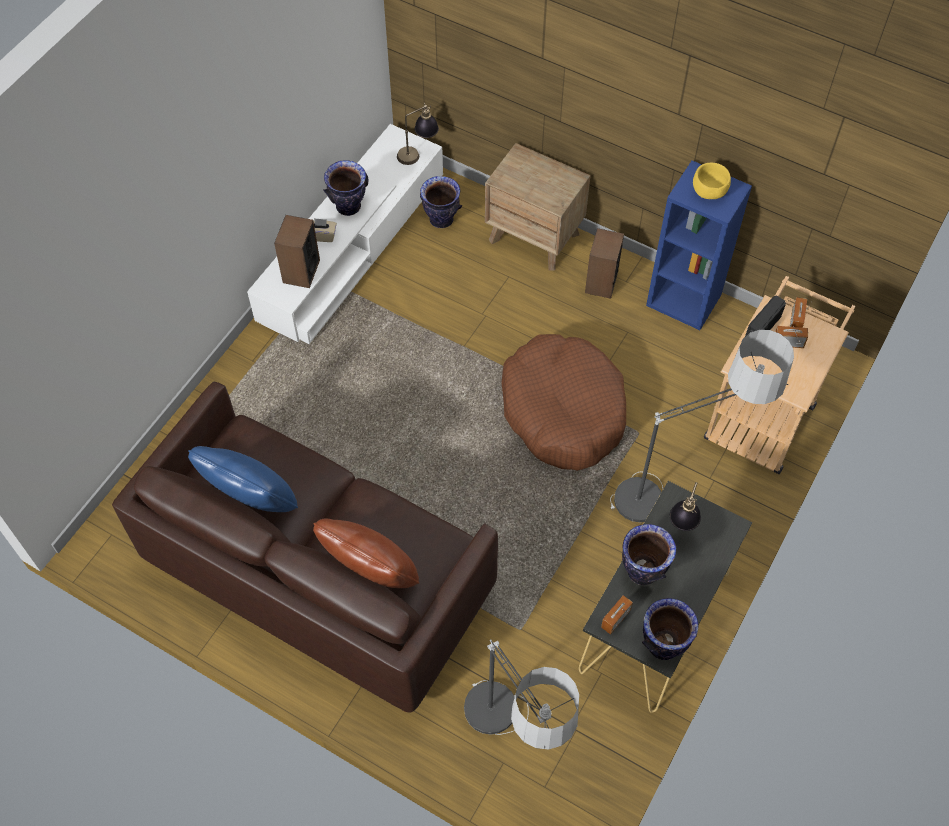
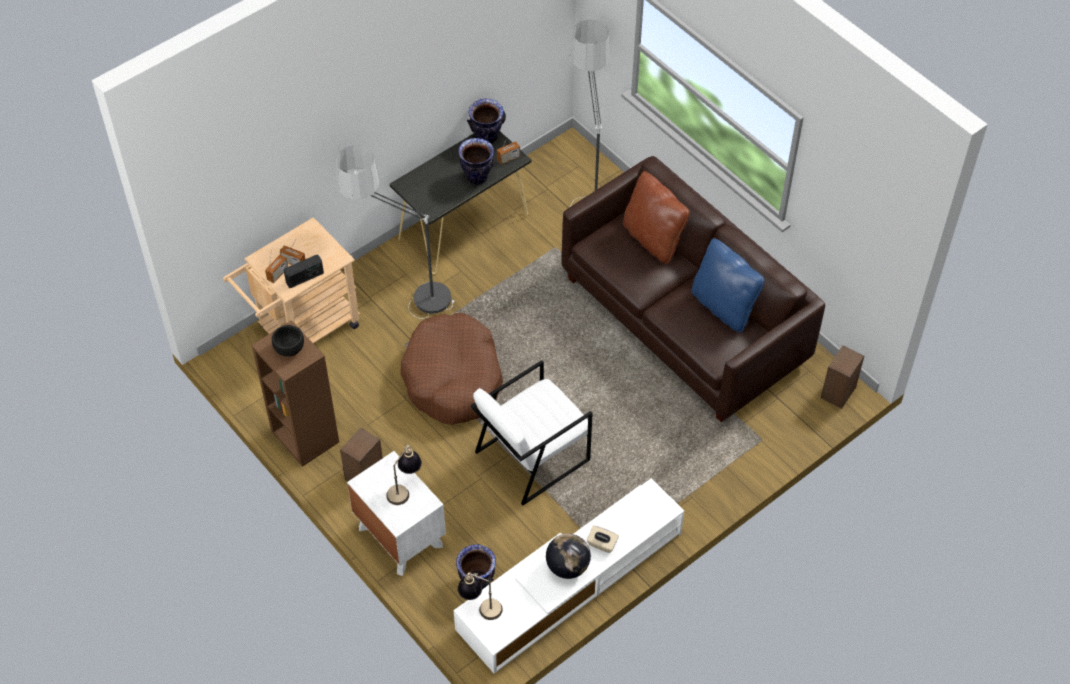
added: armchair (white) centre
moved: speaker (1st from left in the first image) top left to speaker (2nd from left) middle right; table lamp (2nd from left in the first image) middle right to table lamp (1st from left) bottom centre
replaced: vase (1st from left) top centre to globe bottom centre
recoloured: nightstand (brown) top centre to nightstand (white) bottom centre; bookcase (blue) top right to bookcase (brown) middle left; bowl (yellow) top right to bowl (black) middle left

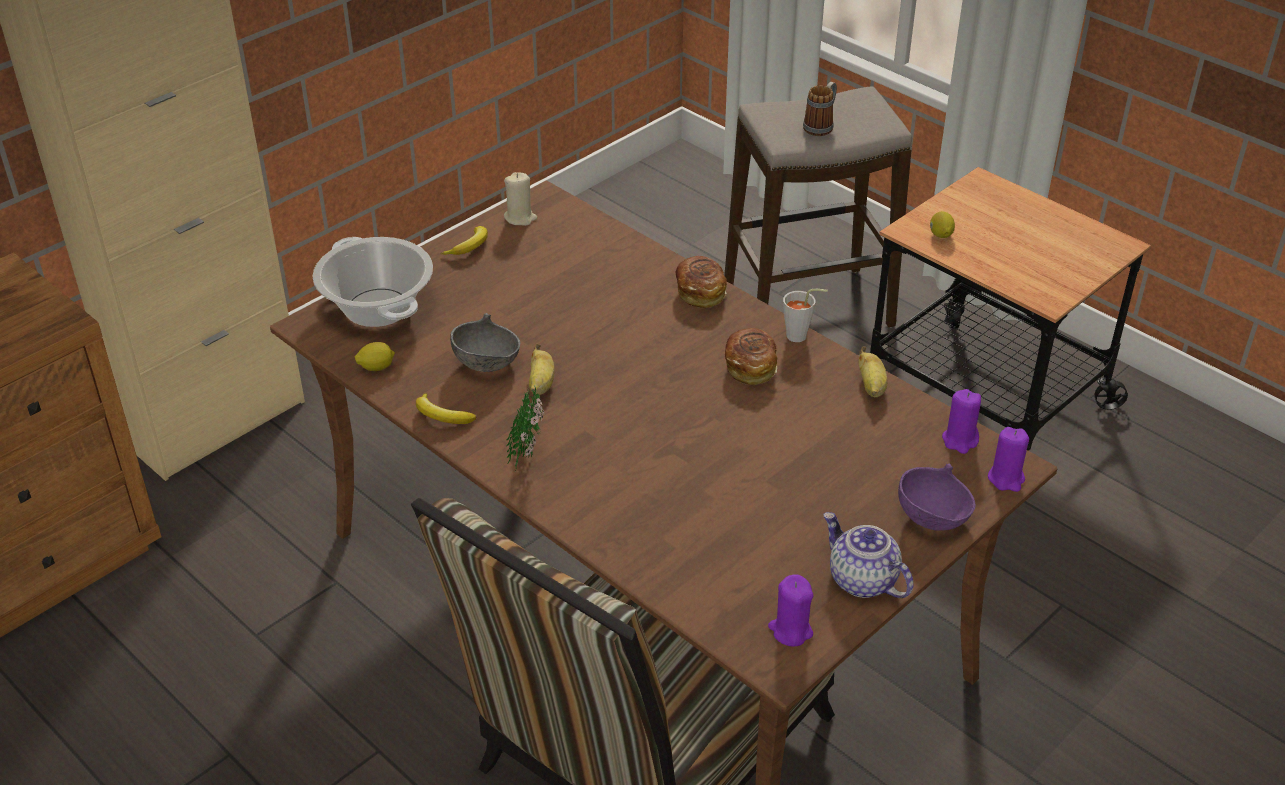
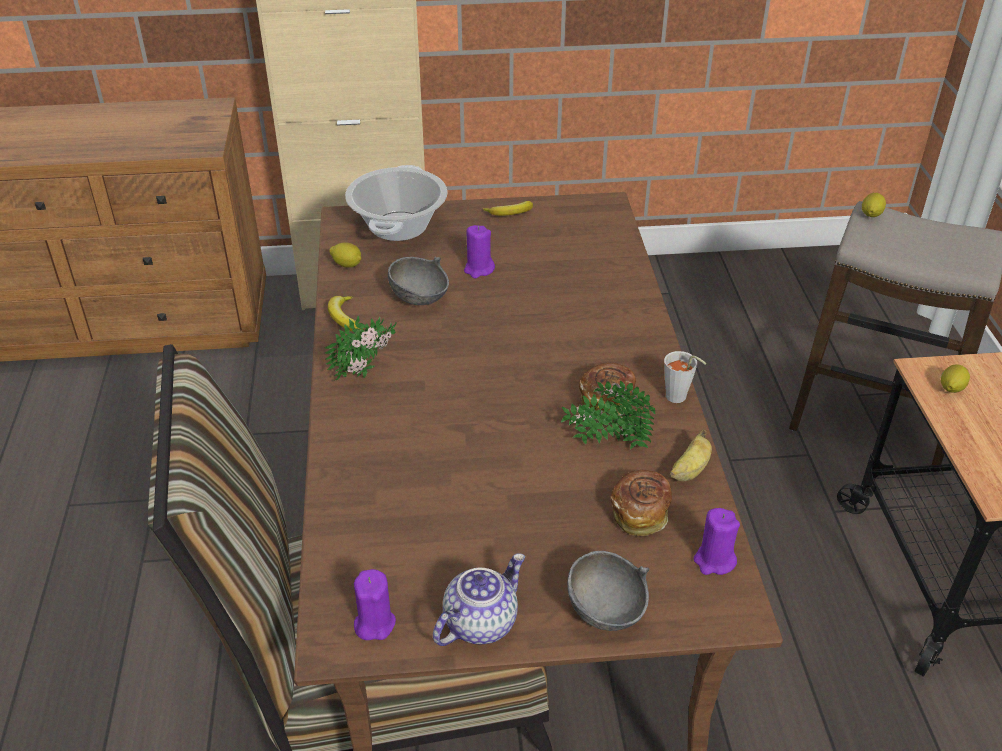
removed: candle (beige) top centre; banana (3rd from left) centre; mug top centre
added: potted plant (2nd from left) centre; lemon (2nd from left) top right
moved: bread (1st from left in the first image) centre to bread (2nd from left) bottom centre; candle (purple) (3rd from left in the first image) middle right to candle (purple) (2nd from left) centre
recoloured: bowl (purple) middle right to bowl (grey) (2nd from left) bottom centre
turned: teapot bottom right = bottom centre 45 degrees clockwise

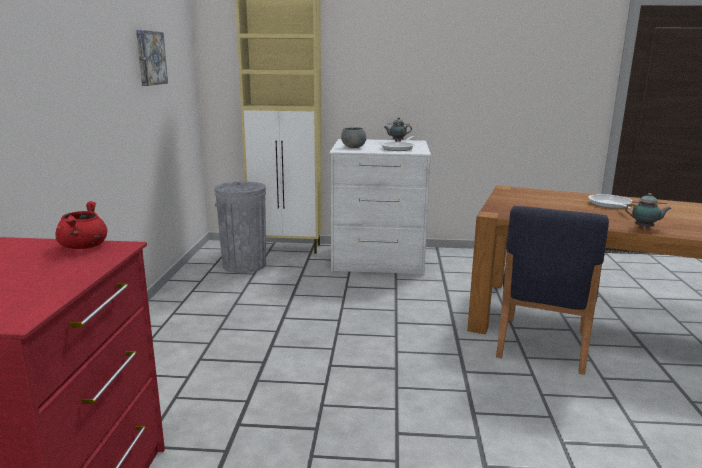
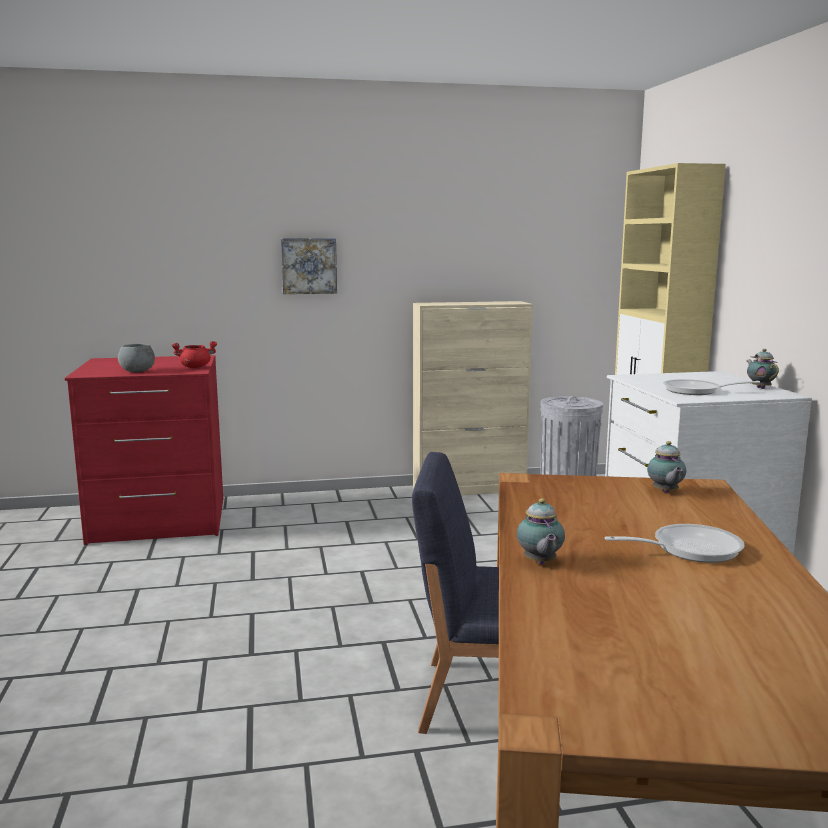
added: cabinet (beige) (1st from left) centre; teapot (2nd from left) middle right
moved: picture top left to top centre; bowl (grey) top centre to middle left

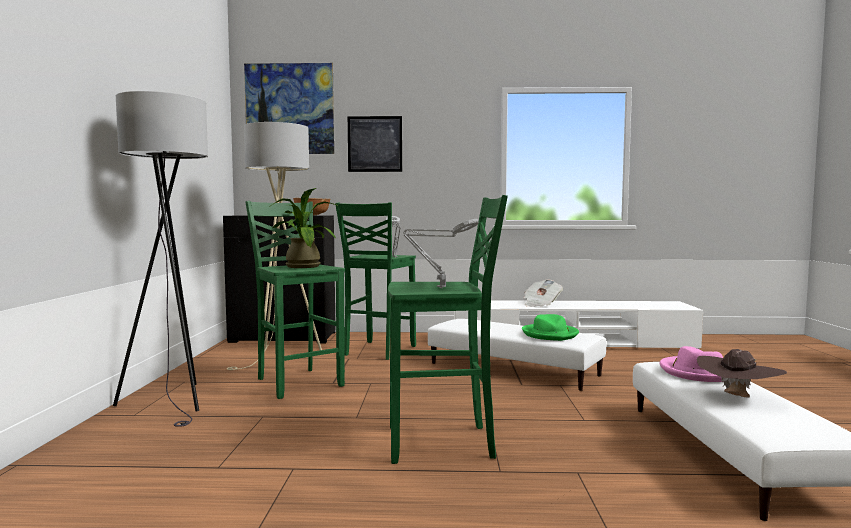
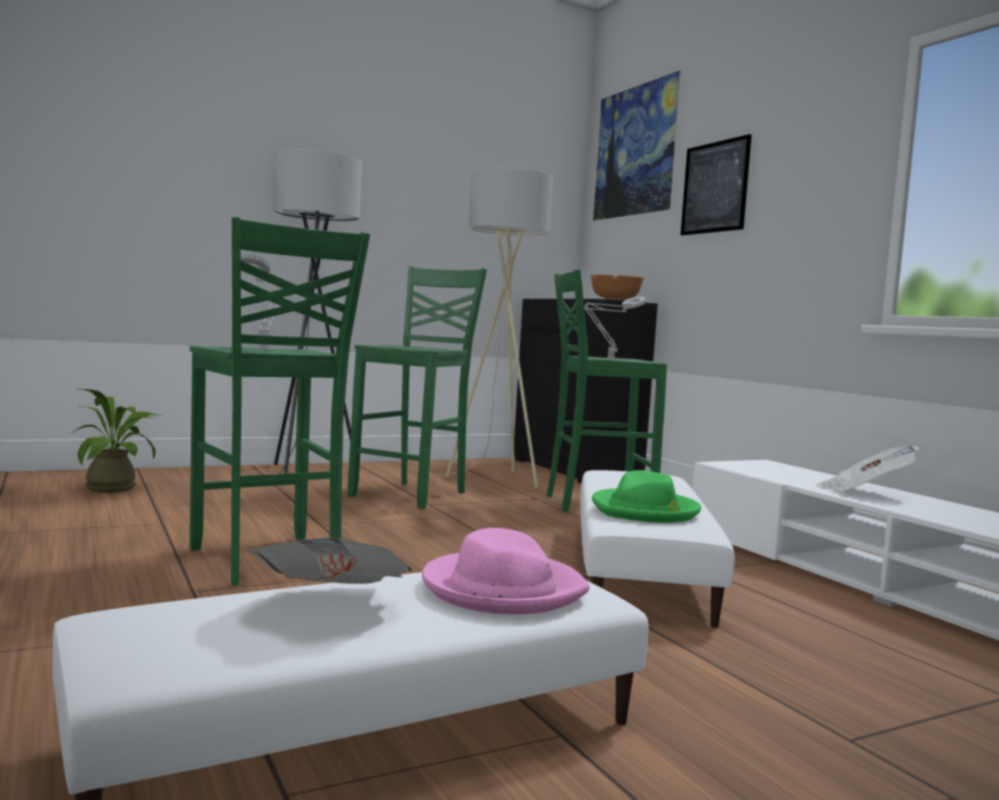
moved: potted plant centre to middle left
replaced: hat (brown) bottom right to newspaper (1st from left) bottom left

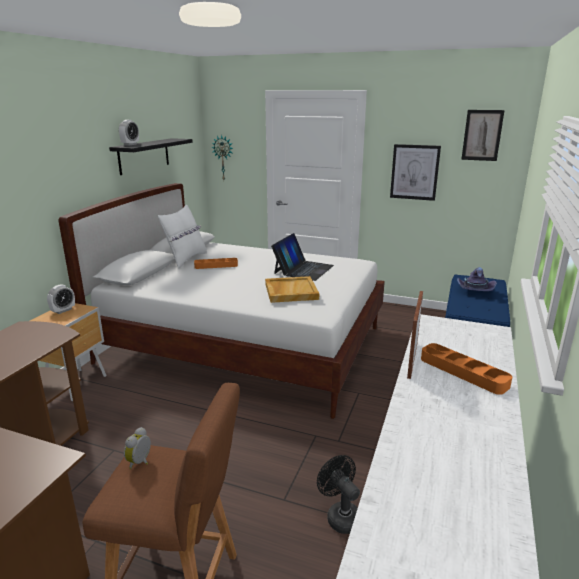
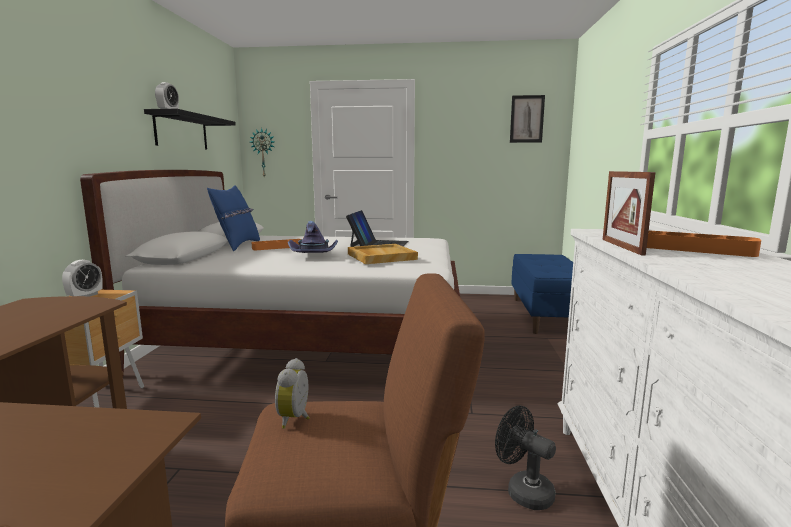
removed: picture (1st from left) top right
moved: hat (purple) middle right to centre
recoloured: pillow (white) middle left to pillow (blue) middle left

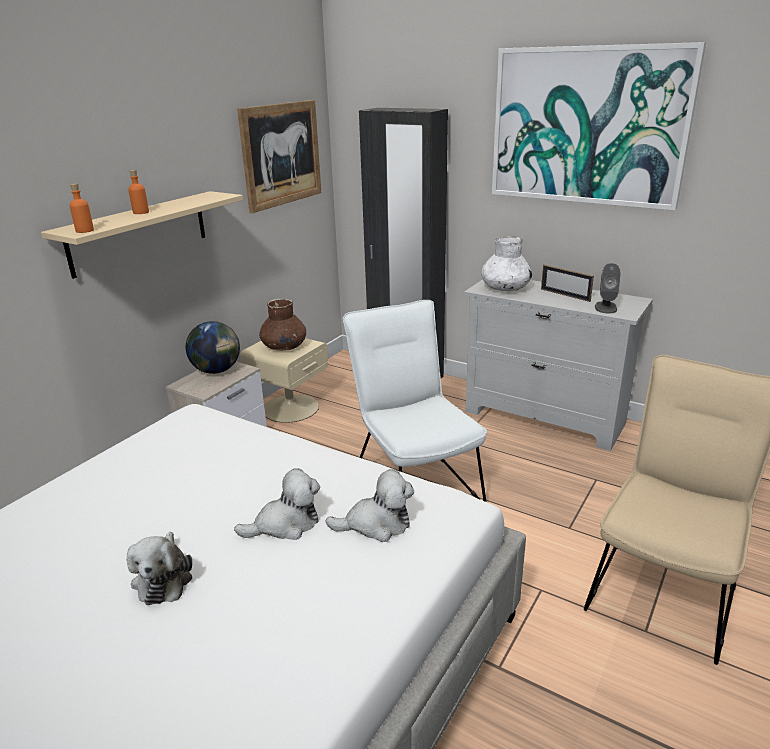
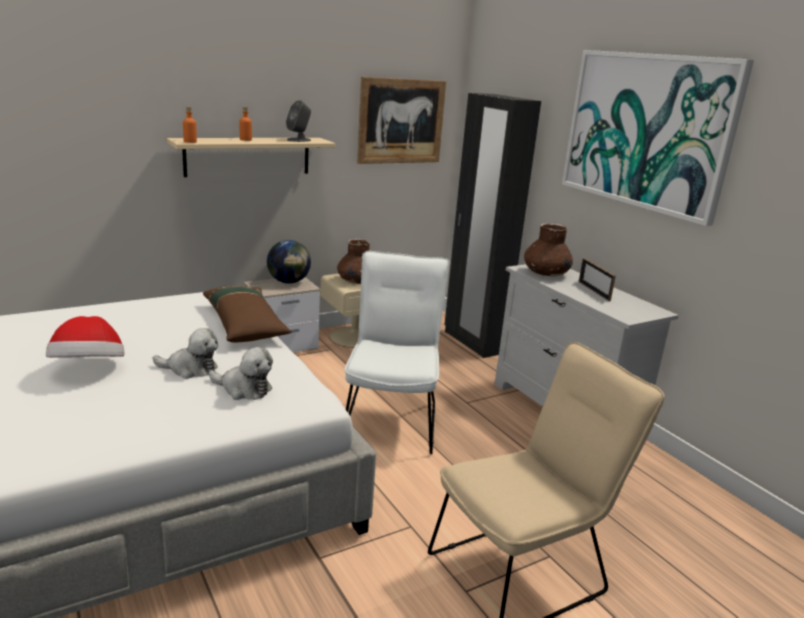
added: pillow (brown) middle left
moved: speaker (grey) middle right to top centre
replaced: plush toy (1st from left) bottom left to hat middle left
recoloured: vase (white) centre to vase (brown) (2nd from left) middle right

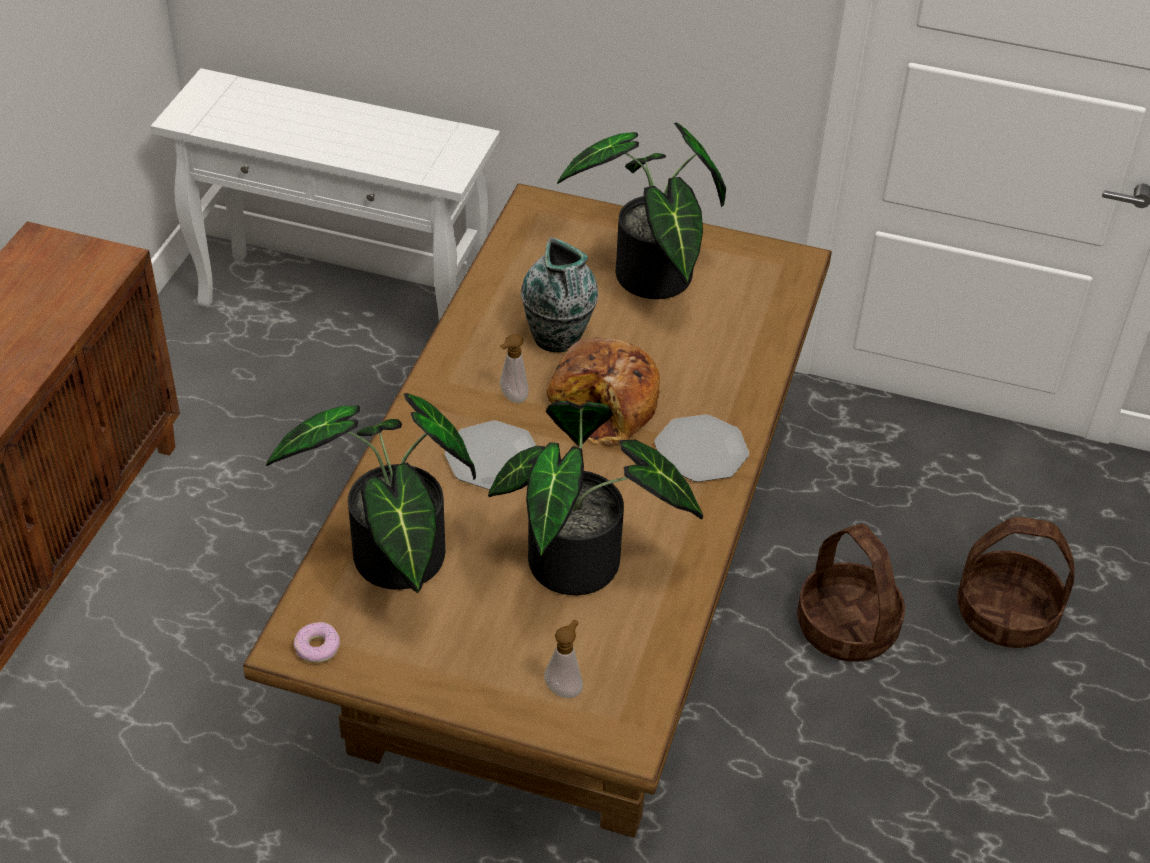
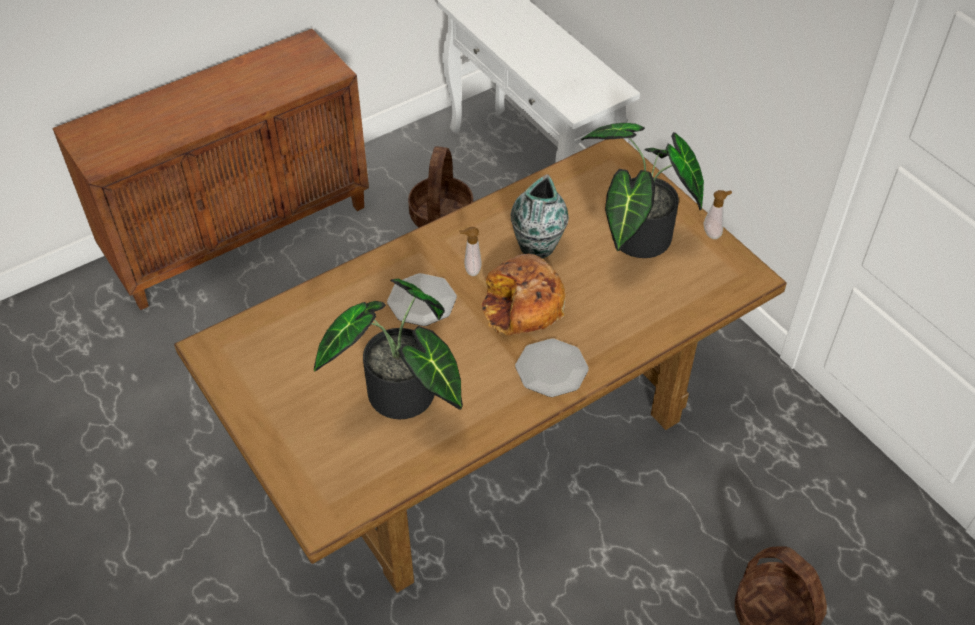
removed: potted plant (1st from left) middle left; donut bottom left
moved: soap dispenser (2nd from left) bottom centre to middle right; basket (1st from left) bottom right to top centre

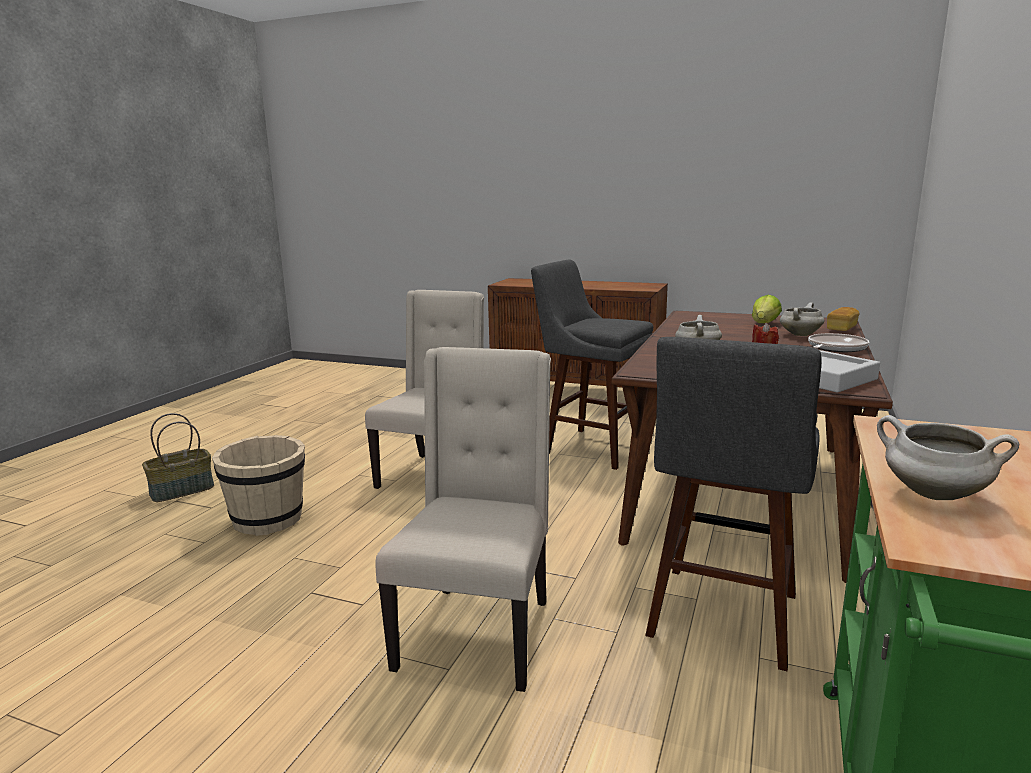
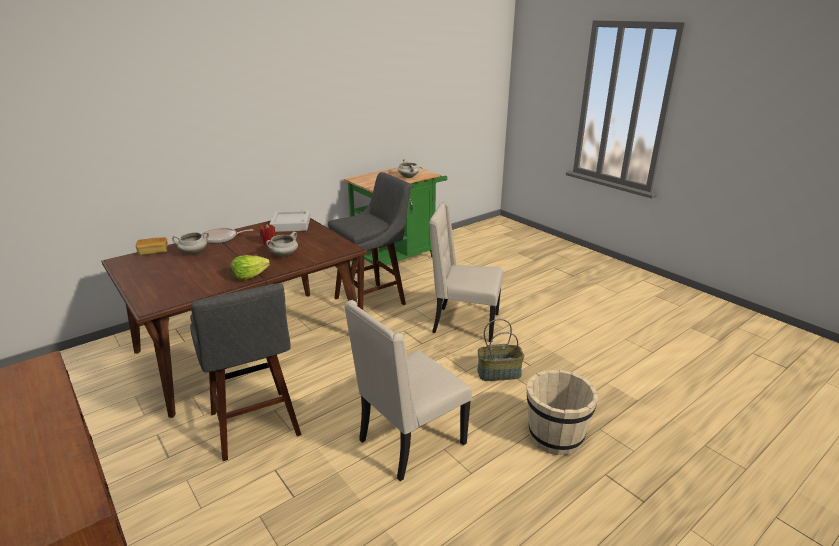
moved: basket middle left to centre; lettuce middle right to middle left
turned: chair (beige) (2nd from left) bottom centre = centre 60 degrees clockwise

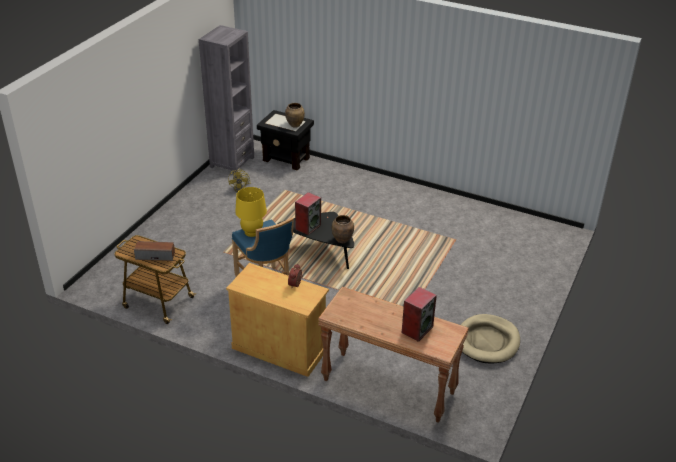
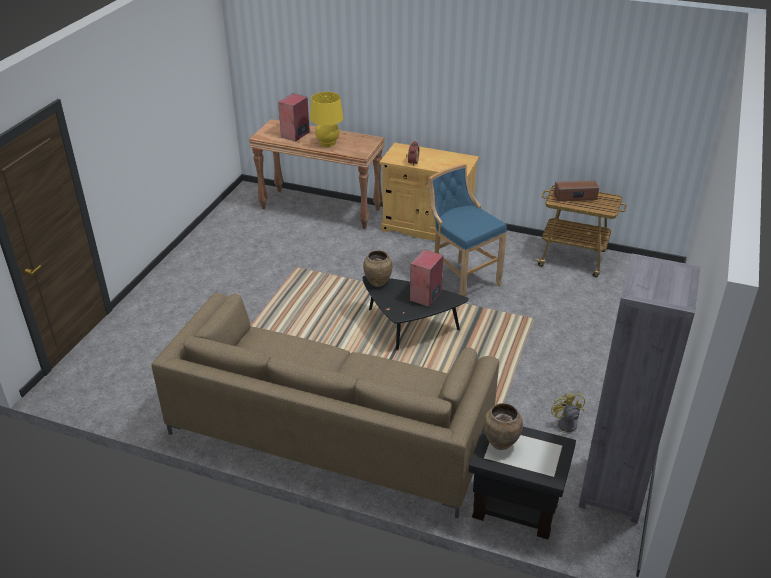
removed: dog bed (beige) bottom right
added: sofa (brown) bottom centre
moved: table lamp (yellow) centre to top centre

